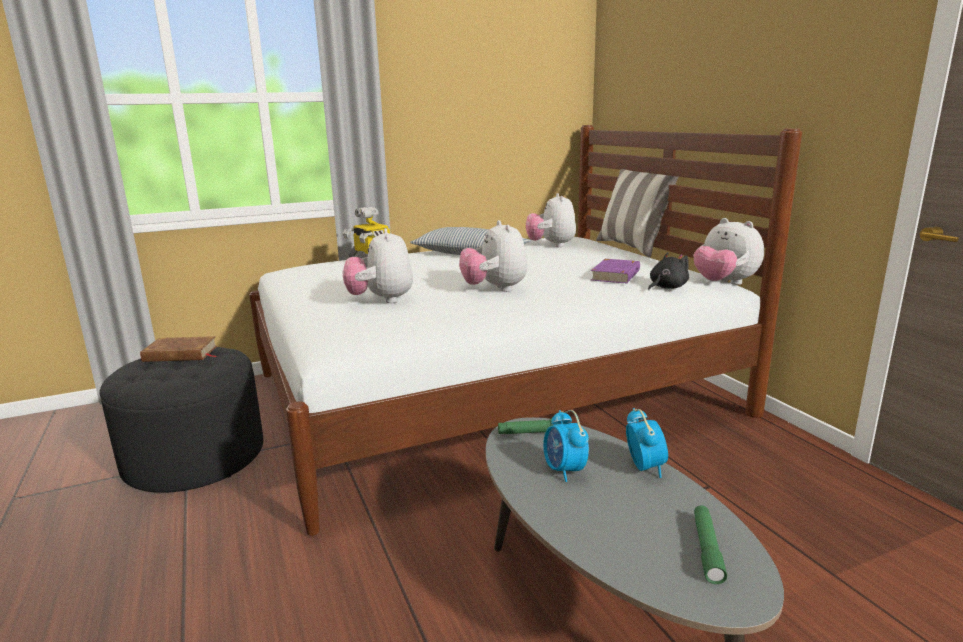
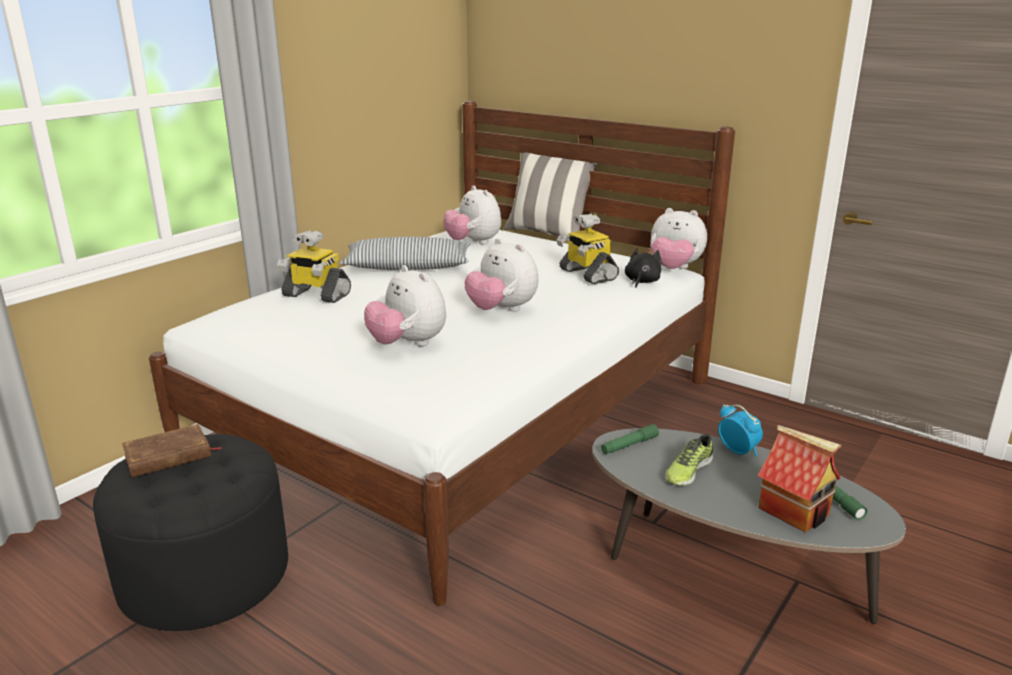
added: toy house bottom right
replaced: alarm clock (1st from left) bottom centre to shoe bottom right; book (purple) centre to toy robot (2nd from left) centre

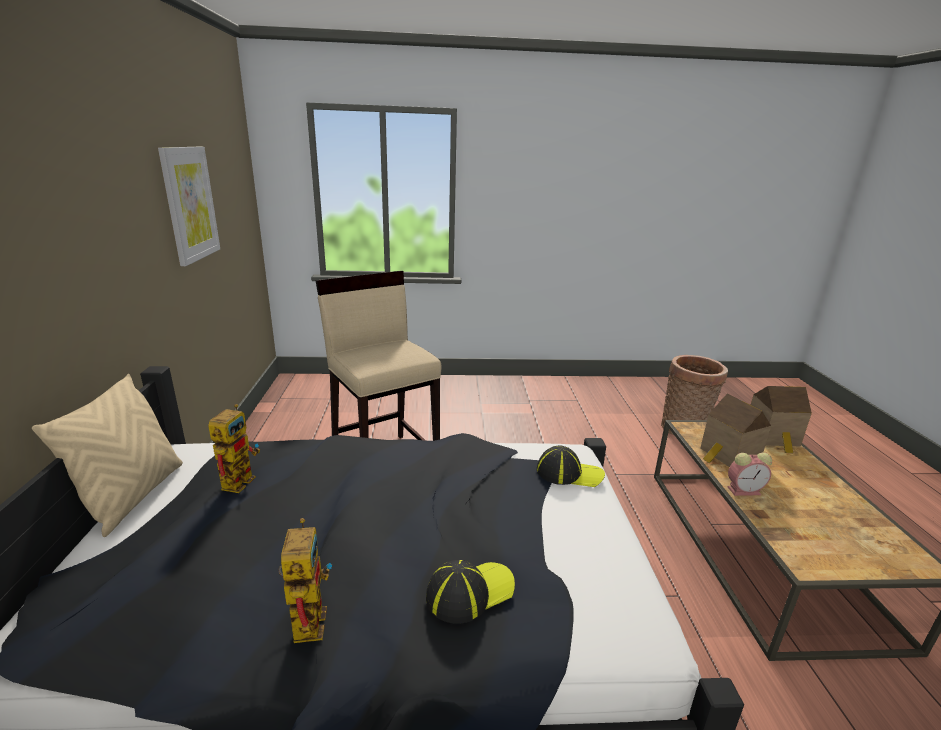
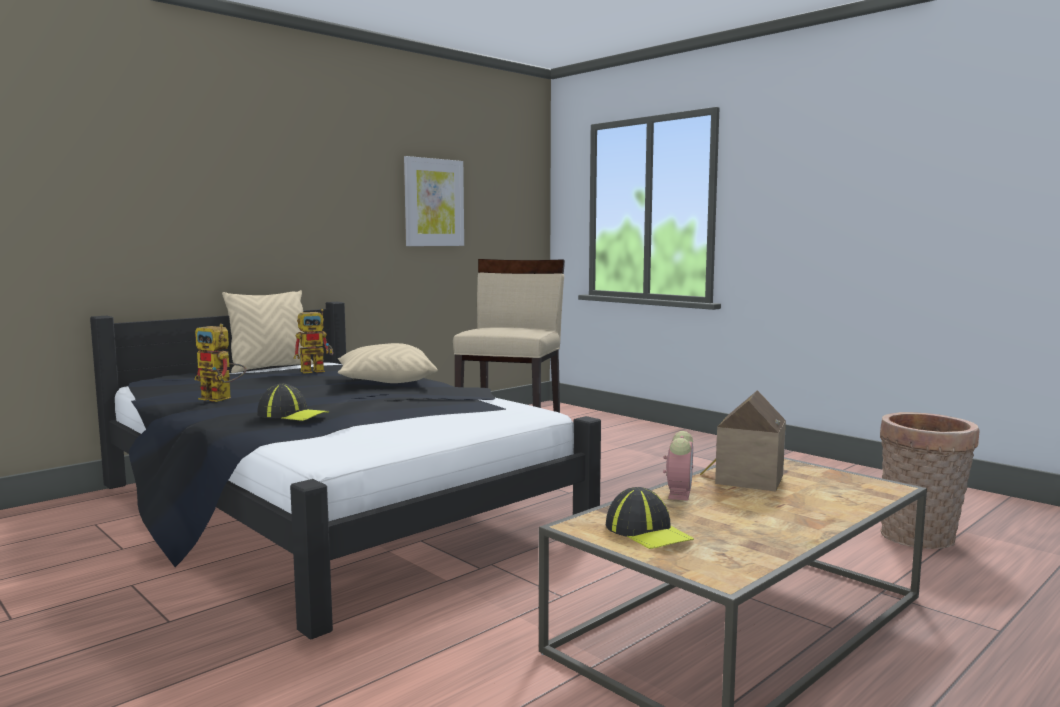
removed: toy house (2nd from left) middle right
added: pillow (beige) (2nd from left) centre
moved: cap (2nd from left) centre to bottom centre
turned: toy robot (2nd from left in the first image) bottom left = middle left 75 degrees clockwise; alarm clock middle right = centre 120 degrees counterclockwise

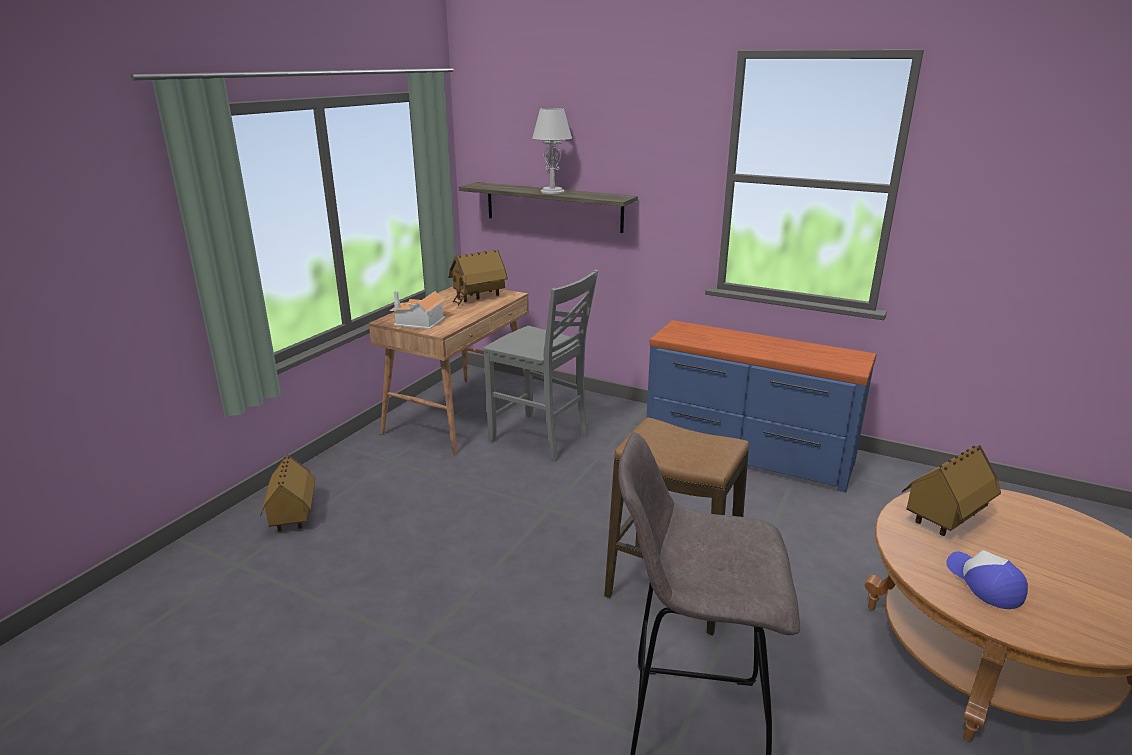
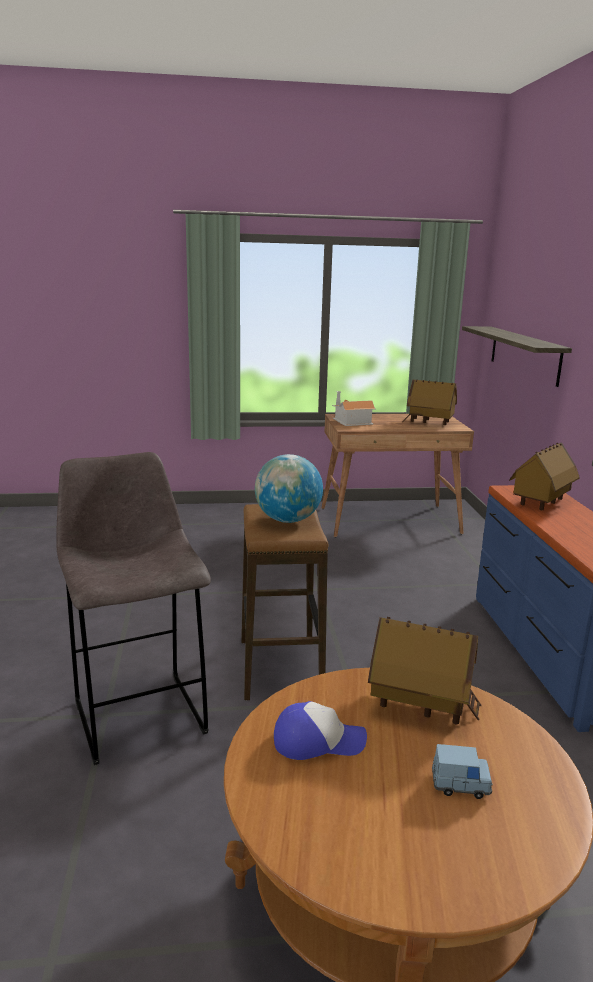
removed: chair (grey) centre; table lamp (grey) top centre
added: globe centre; toy car (blue) bottom right
moved: toy house (1st from left in the first image) middle left to toy house (4th from left) middle right
turned: cap bottom right = bottom centre 45 degrees clockwise

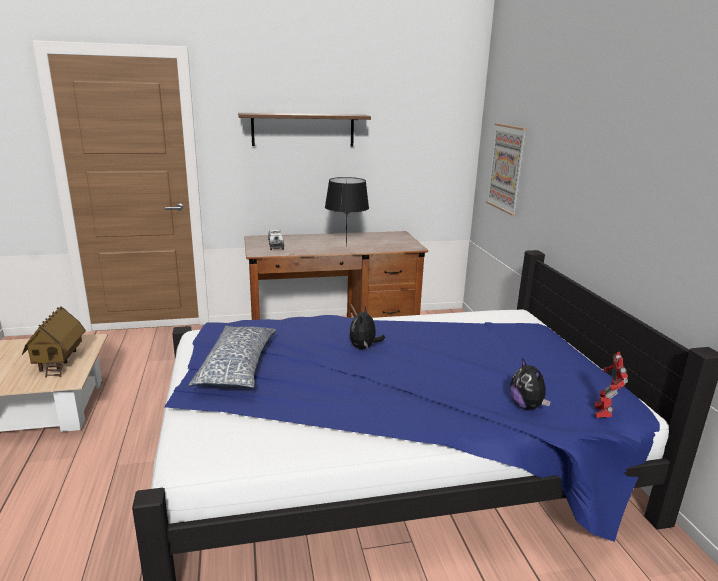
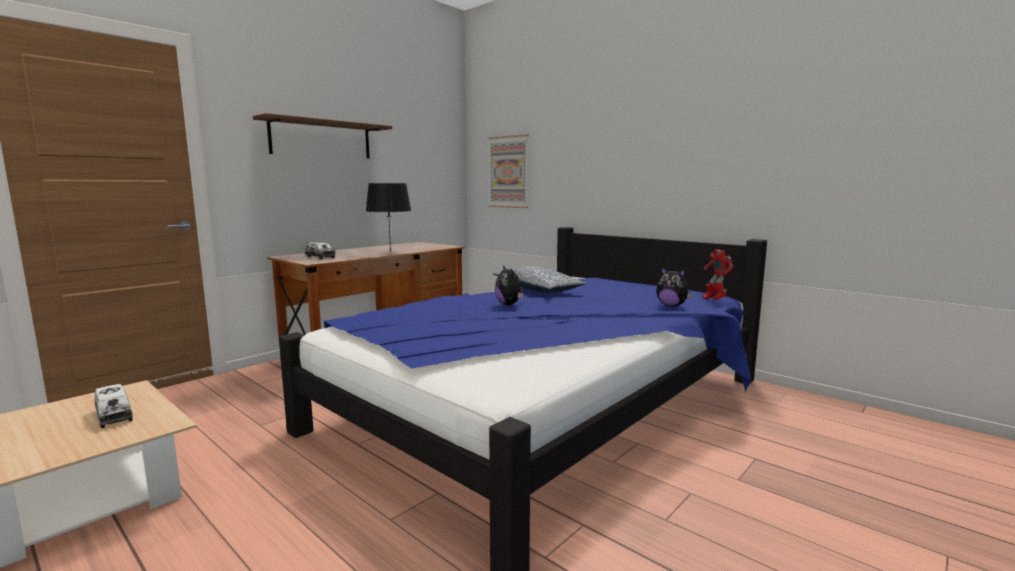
moved: pillow middle left to centre
replaced: toy house middle left to toy truck (1st from left) bottom left

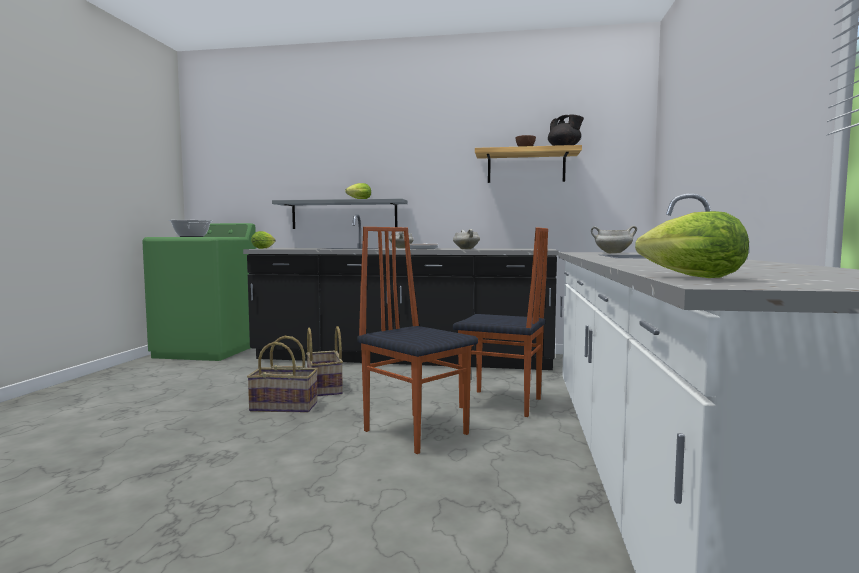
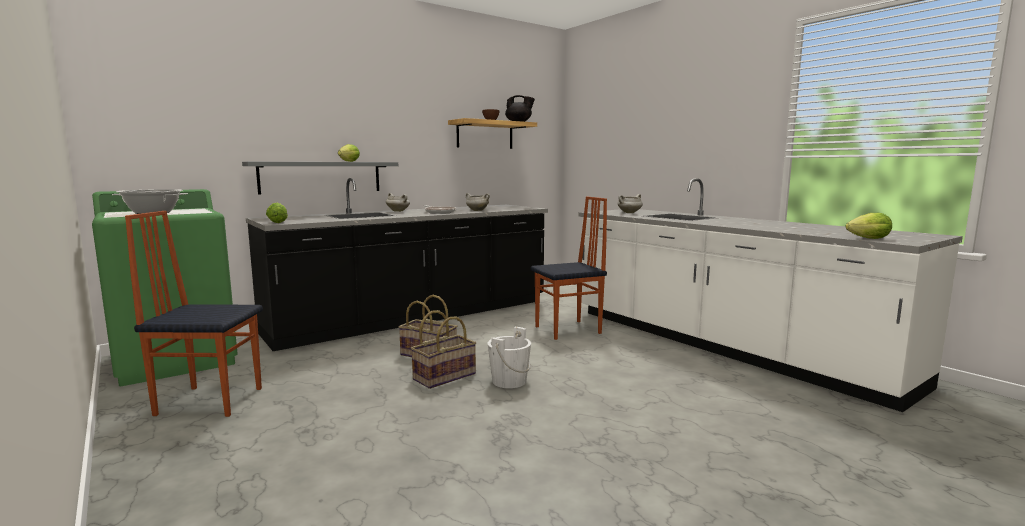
added: bucket (white) bottom centre
moved: chair (1st from left) centre to middle left

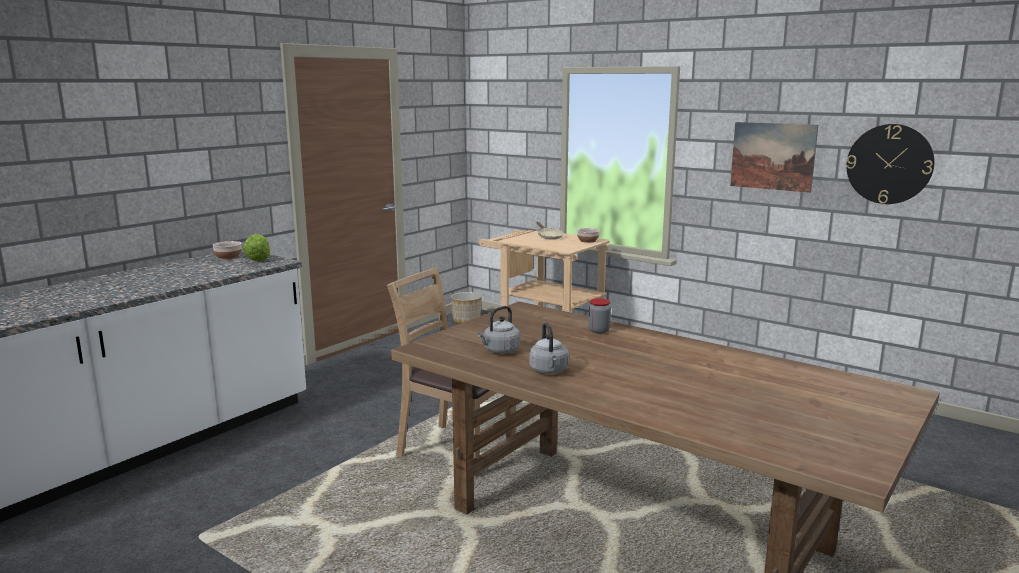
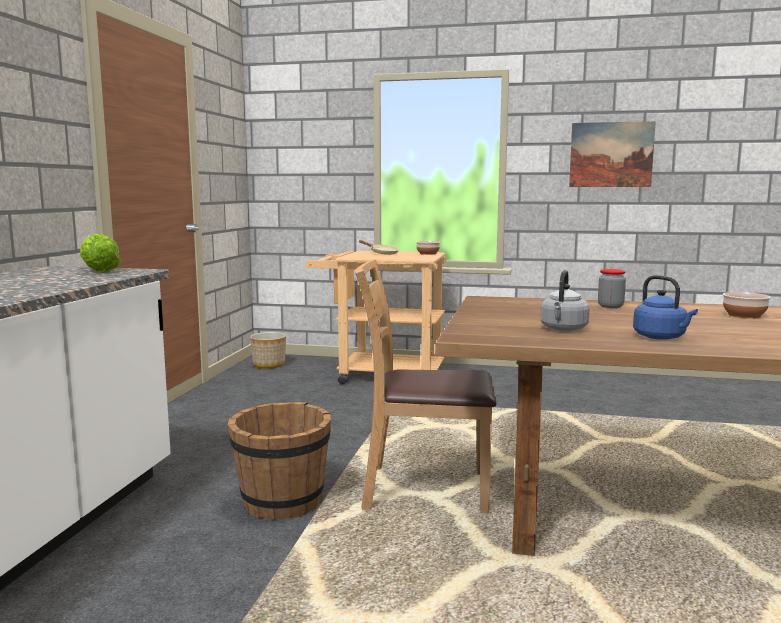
removed: wall clock top right
added: bucket (brown) bottom centre
moved: bowl (1st from left in the first image) middle left to bowl (2nd from left) middle right
recoloured: kettle (grey) (2nd from left) centre to kettle (blue) middle right

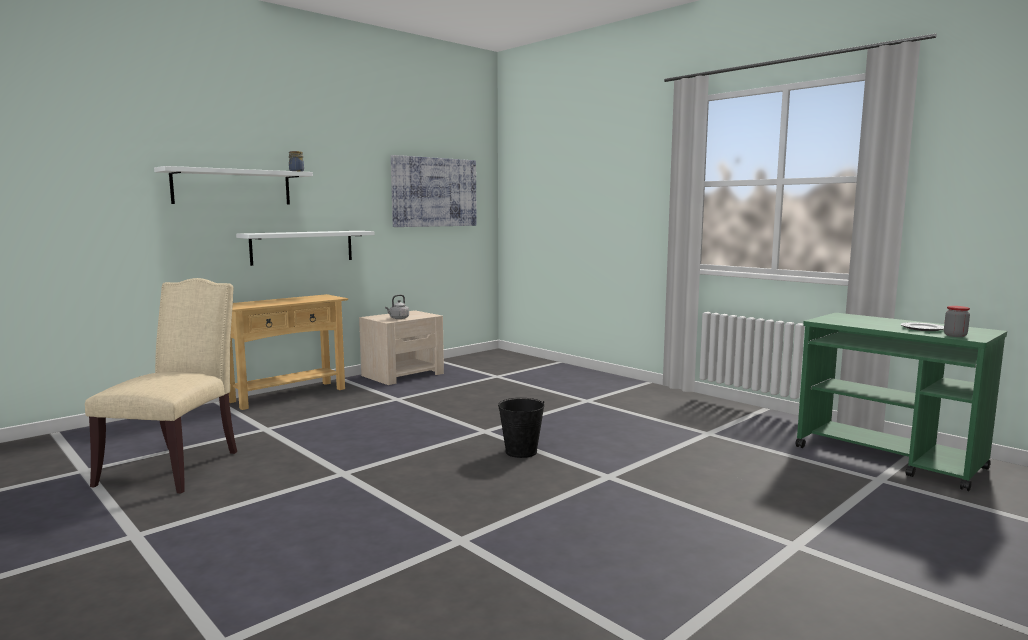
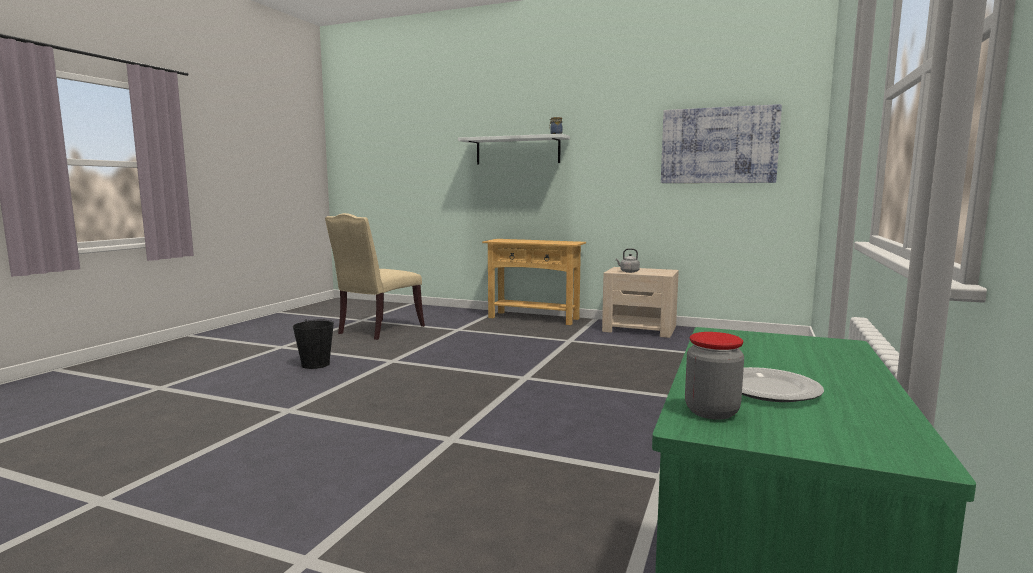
removed: shelf (white) (2nd from left) middle left
moved: bucket (black) bottom centre to middle left
turned: chair (beige) middle left = centre 135 degrees clockwise

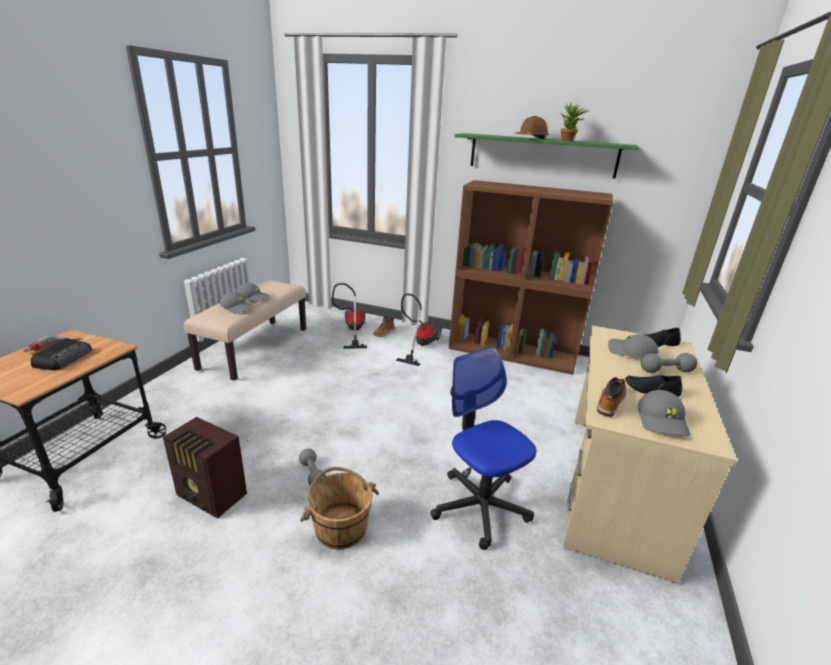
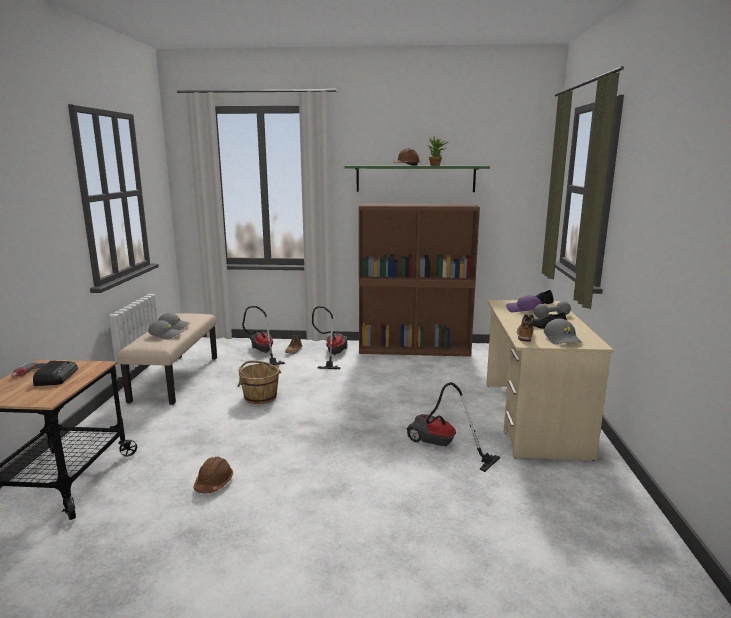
removed: dumbbell (grey) (1st from left) bottom centre
moved: bucket (brown) bottom centre to centre
replaced: radio (2nd from left) bottom left to hard hat (brown) (1st from left) bottom left; office chair bottom centre to vacuum cleaner (3rd from left) bottom centre
recoloured: cap (grey) (3rd from left) middle right to cap (purple) middle right

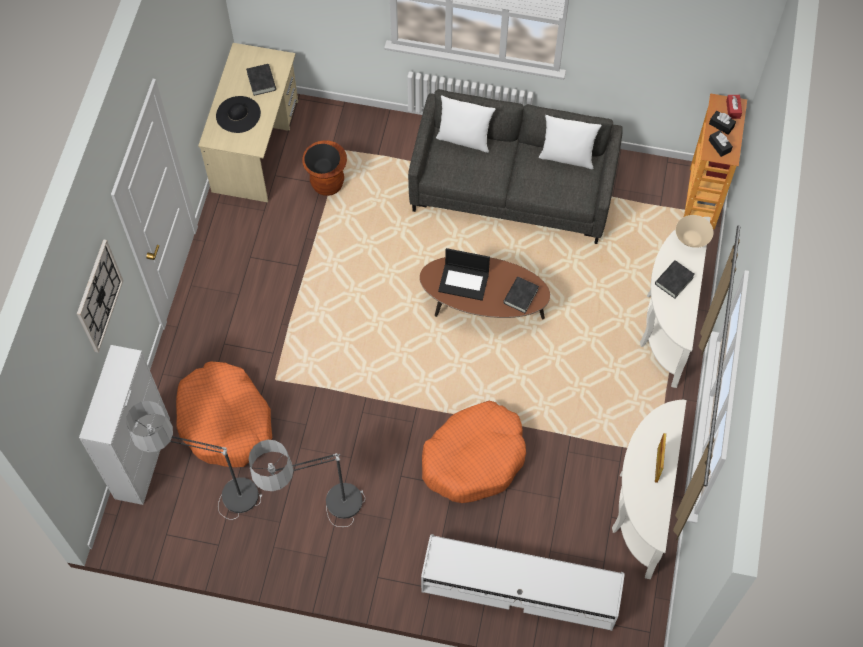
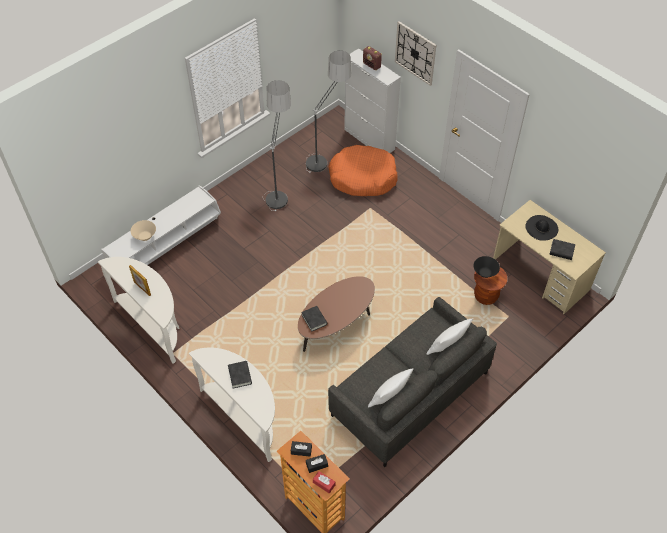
removed: dog bed (orange) (2nd from left) bottom centre; laptop centre
added: radio top centre
moved: bowl (beige) middle right to middle left

